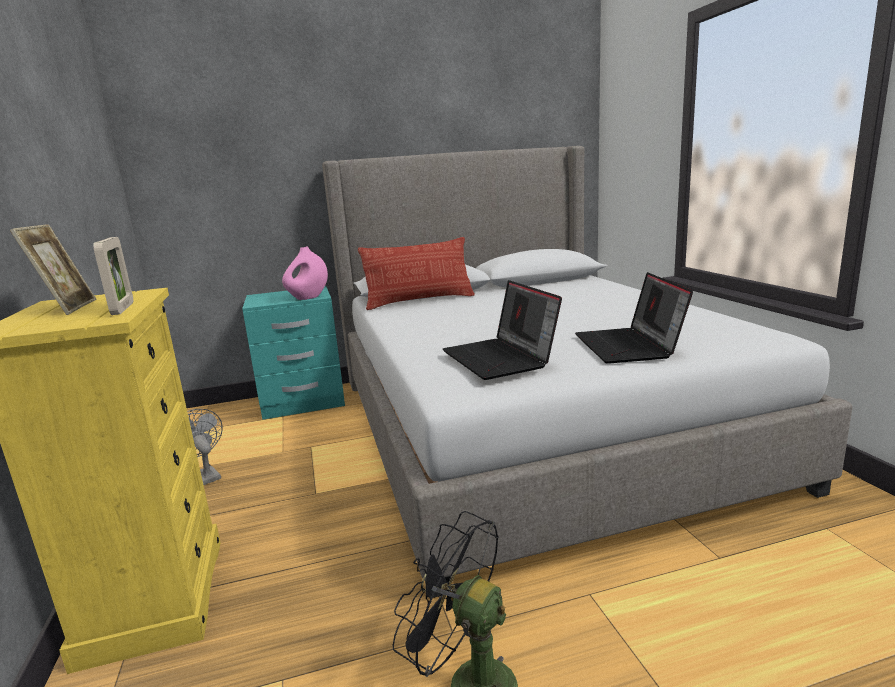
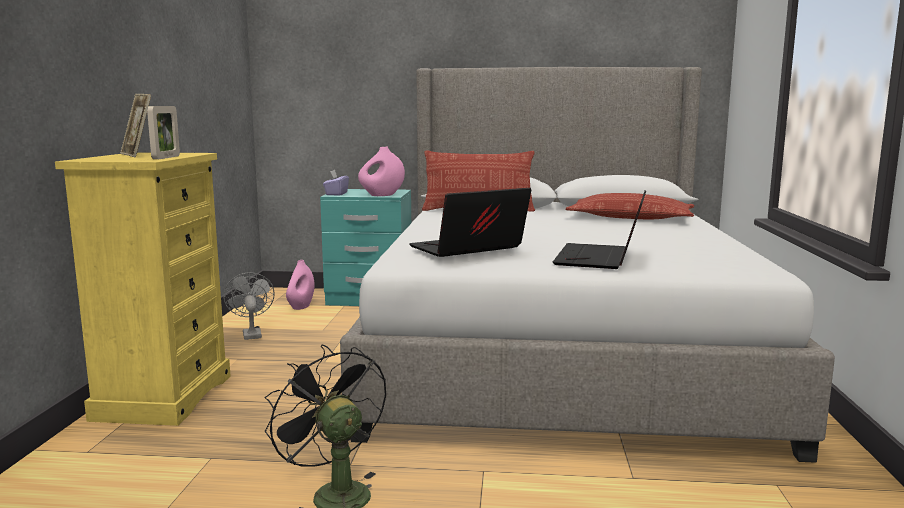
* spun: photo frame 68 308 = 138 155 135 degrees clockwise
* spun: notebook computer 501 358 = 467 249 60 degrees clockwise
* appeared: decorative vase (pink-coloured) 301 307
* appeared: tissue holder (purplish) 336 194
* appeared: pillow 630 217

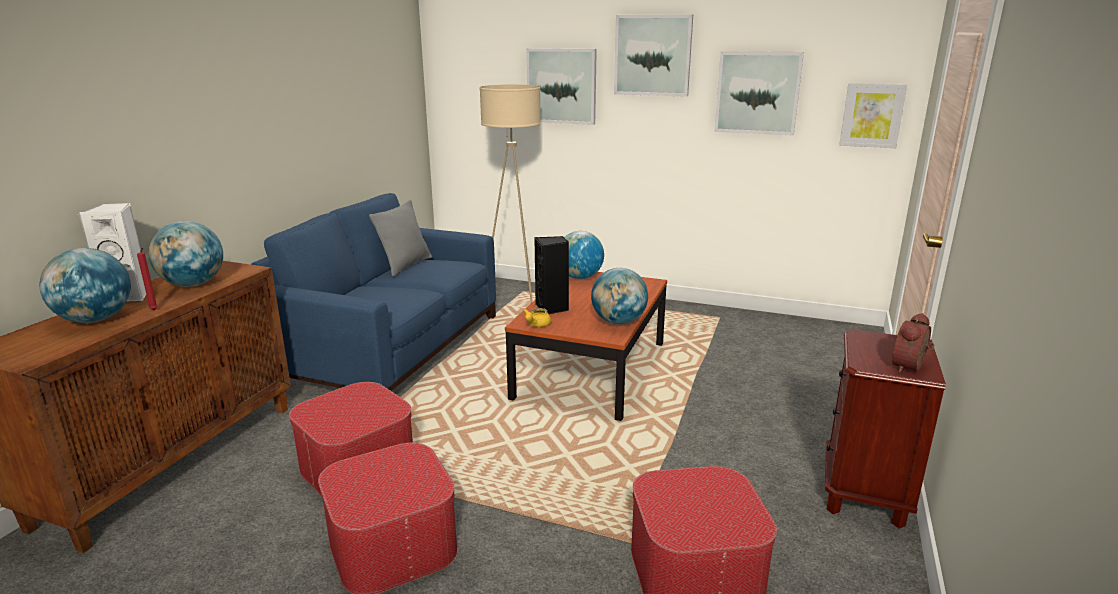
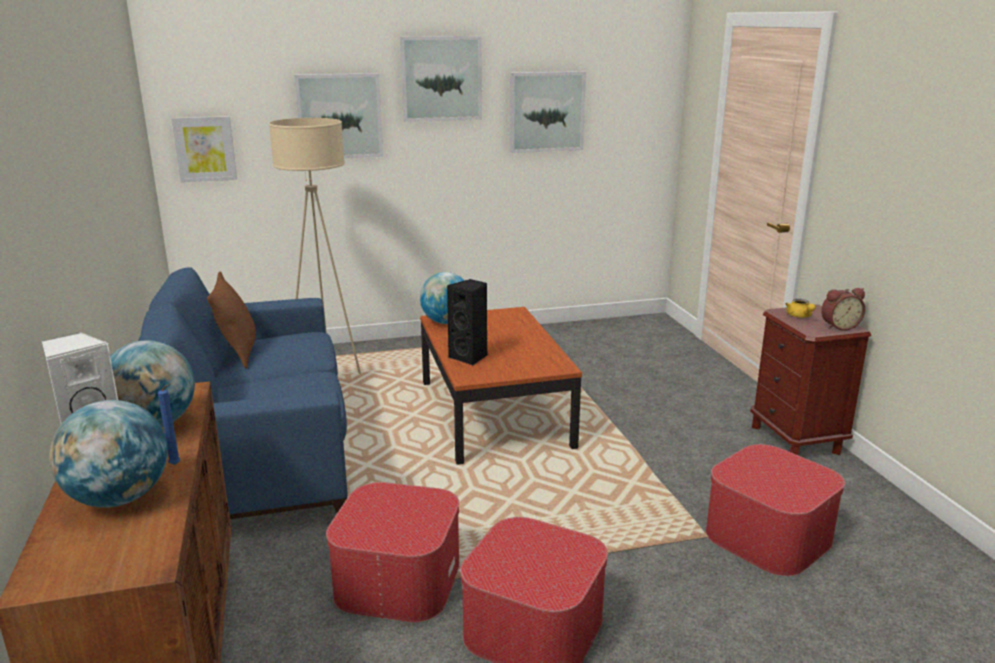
* colour: wax light (red-coloured) 154 310 to wax light (bluish) 177 465
* colour: pillow (greyish) 405 265 to pillow (brown-coloured) 238 353
* relocated: teapot (yellow) 536 325 to 800 316
* missing: world globe 618 322
* relocated: wall picture 872 115 to 205 149
* spun: table clock 910 367 = 838 326 105 degrees counterclockwise

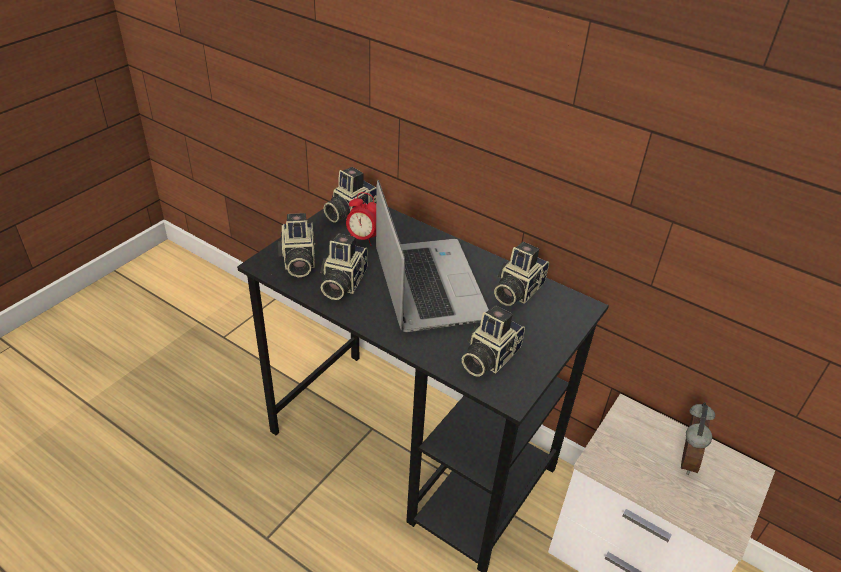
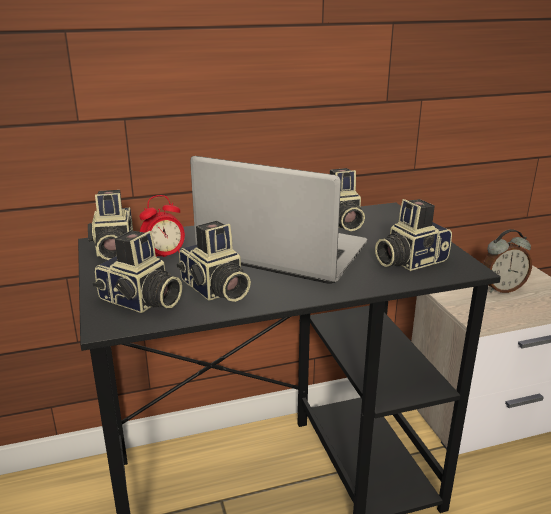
* spun: photo camera 488 357 = 408 261 75 degrees clockwise
* spun: table clock 684 459 = 501 289 105 degrees clockwise

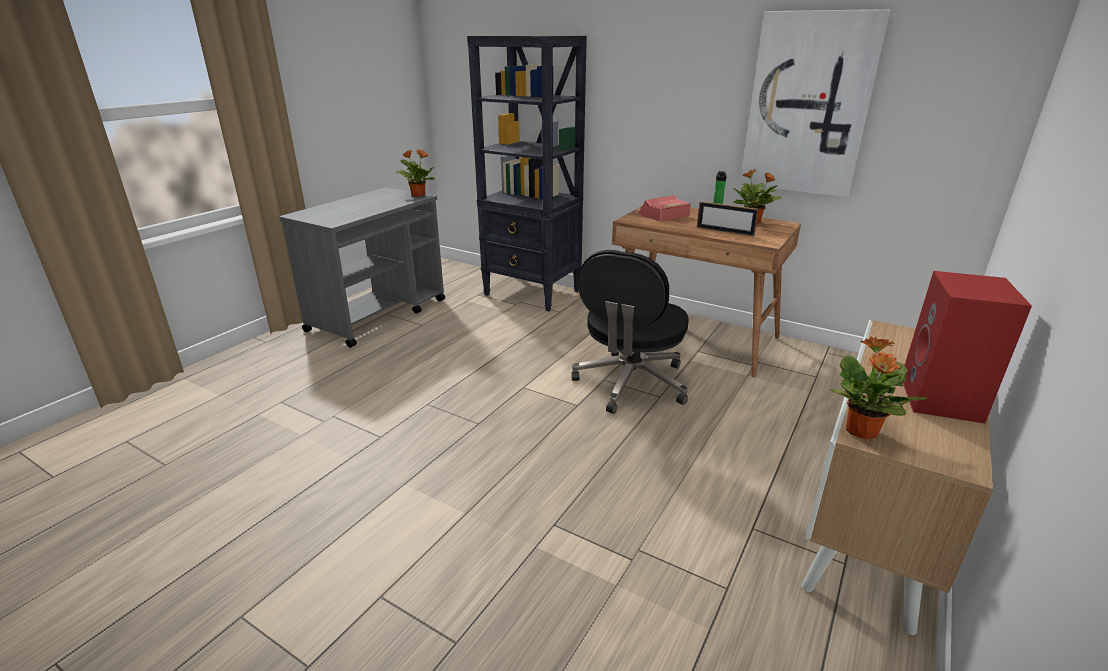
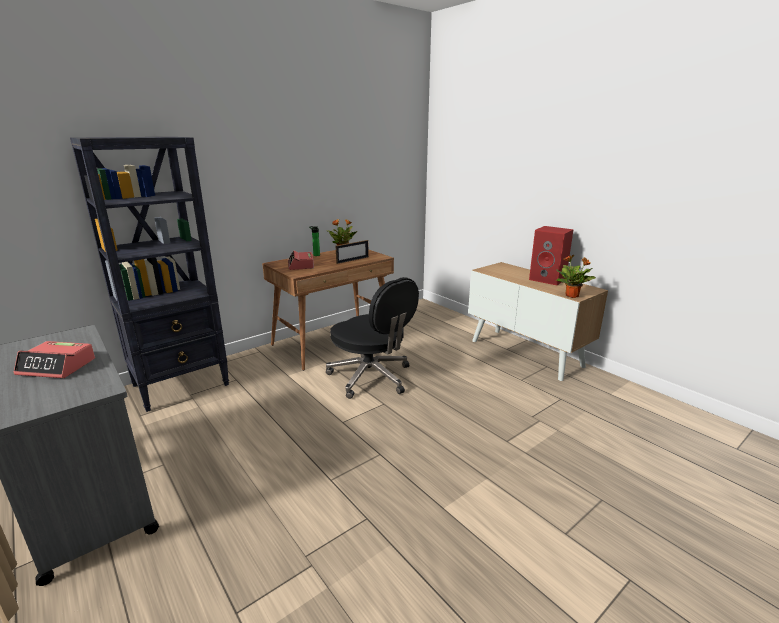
* missing: houseplant 418 195
* missing: wall picture 808 105
* appeared: table clock 57 367

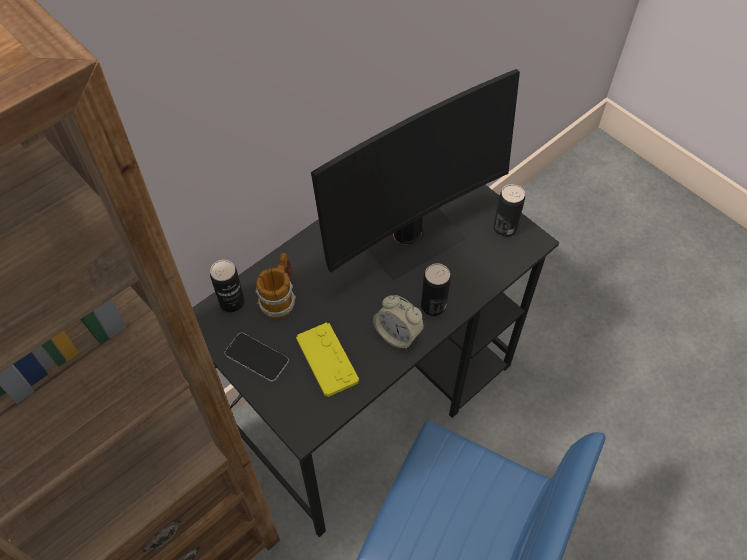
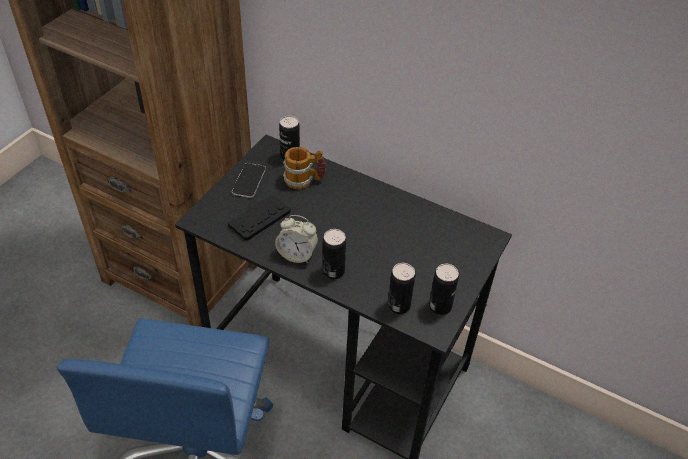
* colour: gamepad (yellow) 327 360 to gamepad (black) 259 218
* missing: computer display 409 237
* spun: table clock 398 334 = 297 254 90 degrees counterclockwise
* appeared: sealed can 398 305

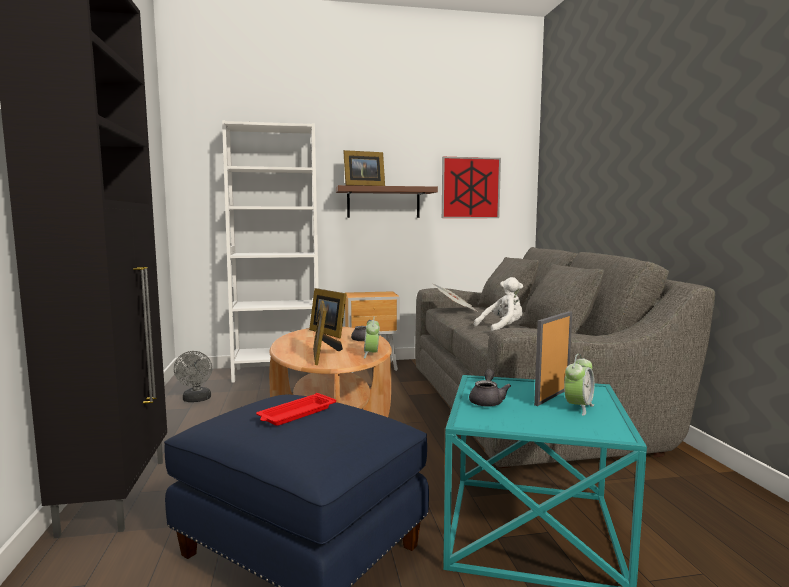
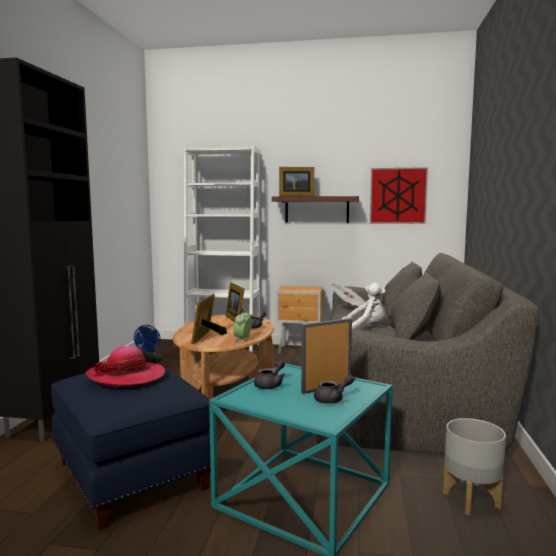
* colour: fan (greyish) 196 400 to fan (bluish) 150 362
* exchanged: carrying tray (red-coloured) 296 414 to clothing hat 126 376
* exchanged: table clock 578 407 to teapot (greyish) 333 399
* appeared: plant pot (greyish) 471 499

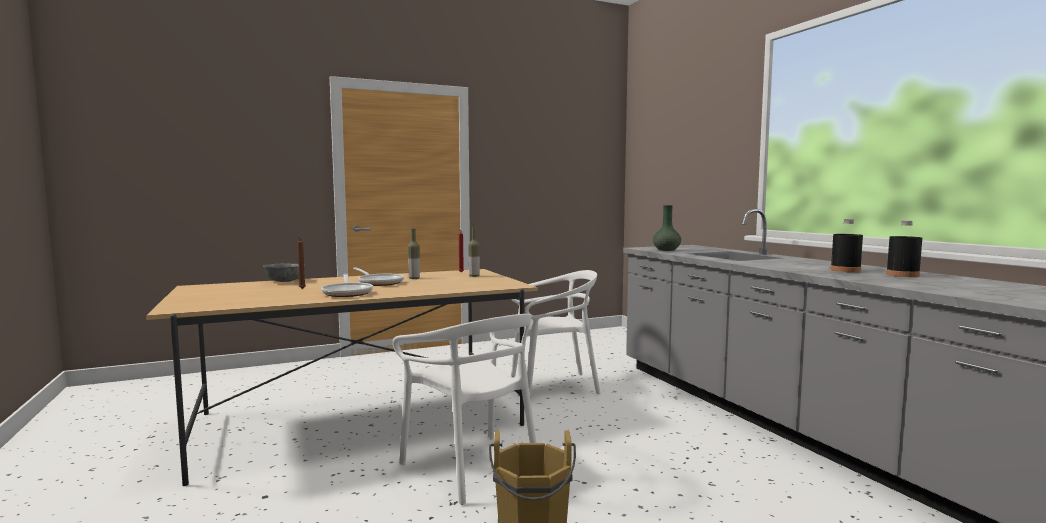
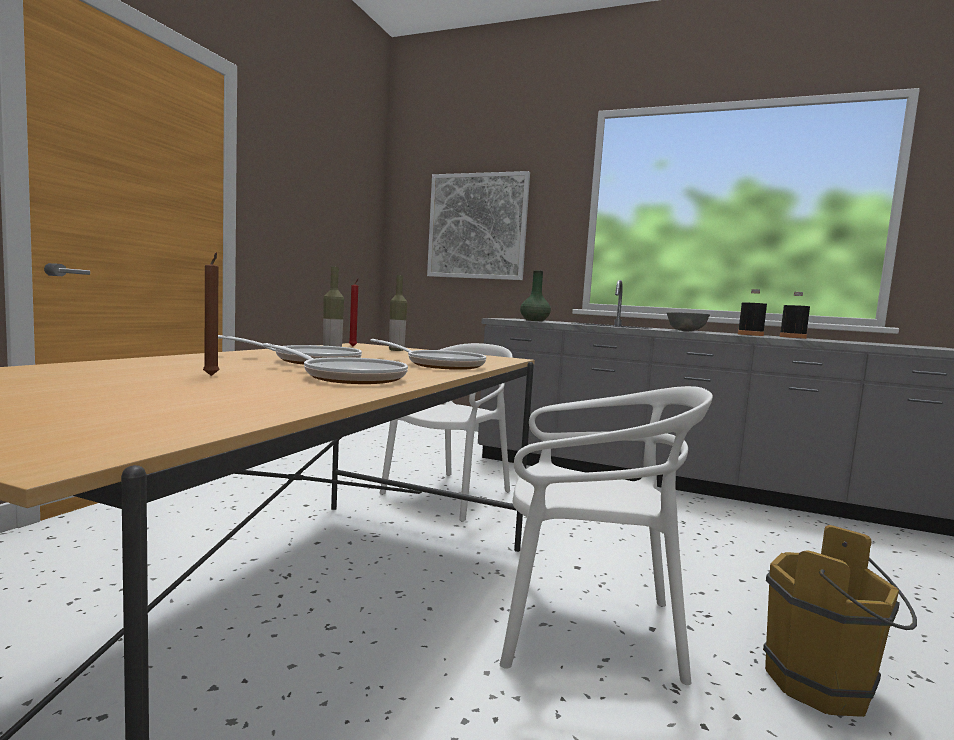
* relocated: deep dish (greyish) 285 281 to 685 331
* appeared: skillet 440 365
* appeared: wall picture 477 226

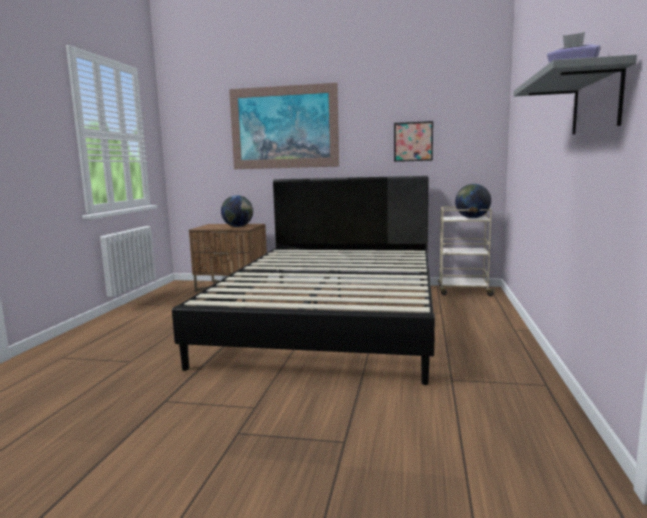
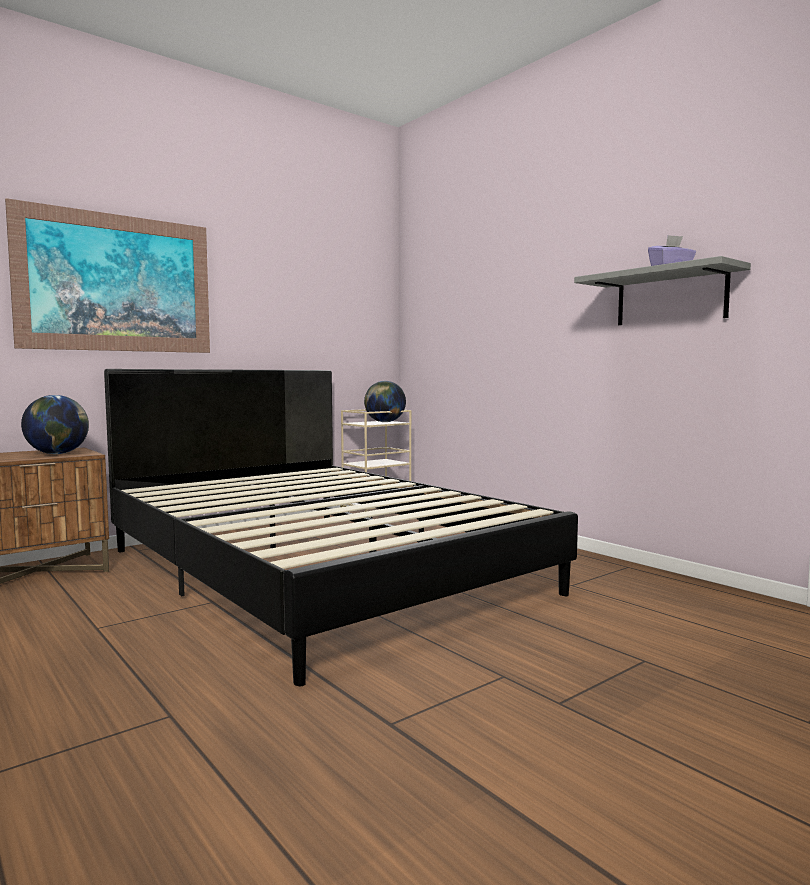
* missing: wall picture 413 141

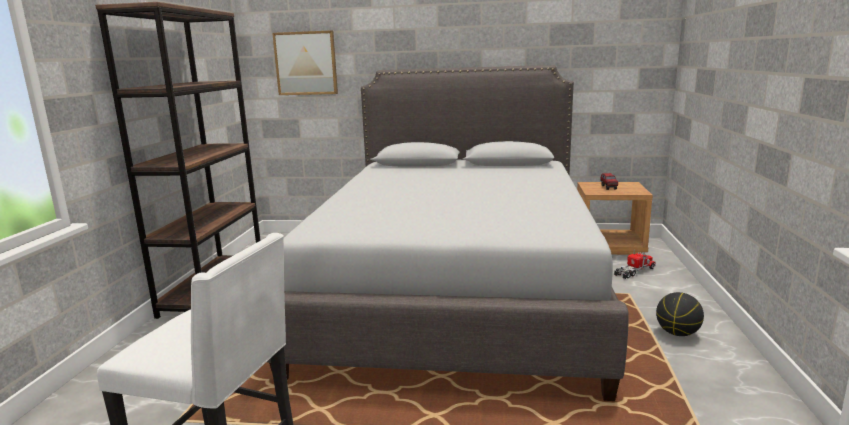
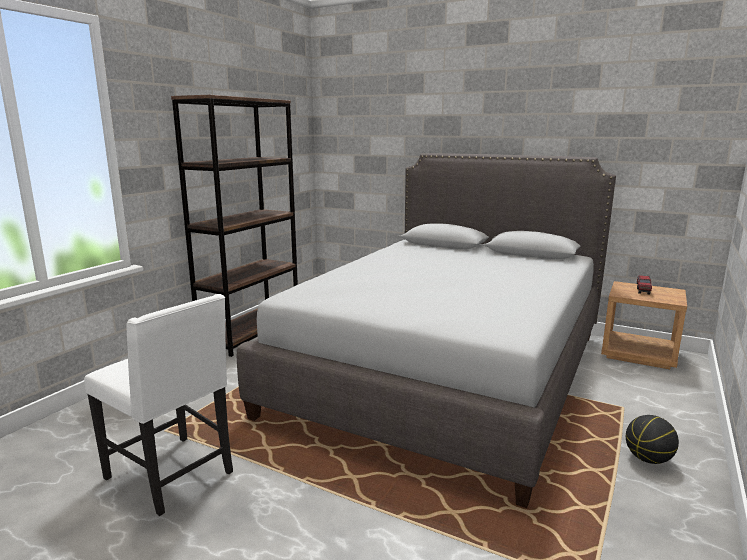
* missing: wall picture 306 63
* missing: toy lorry 634 271

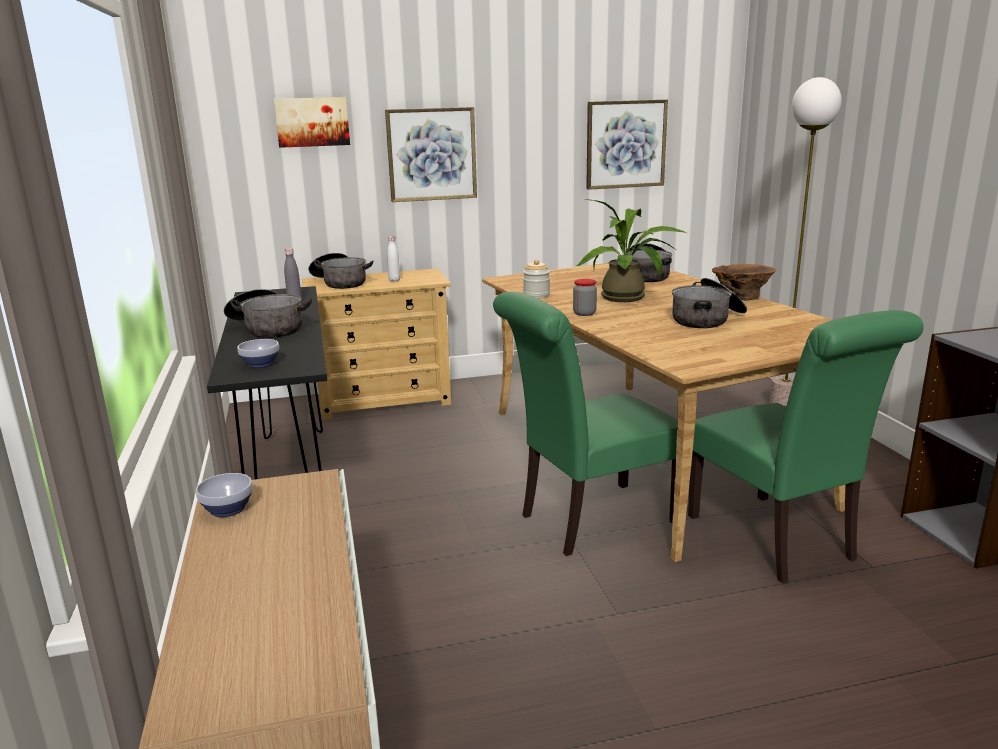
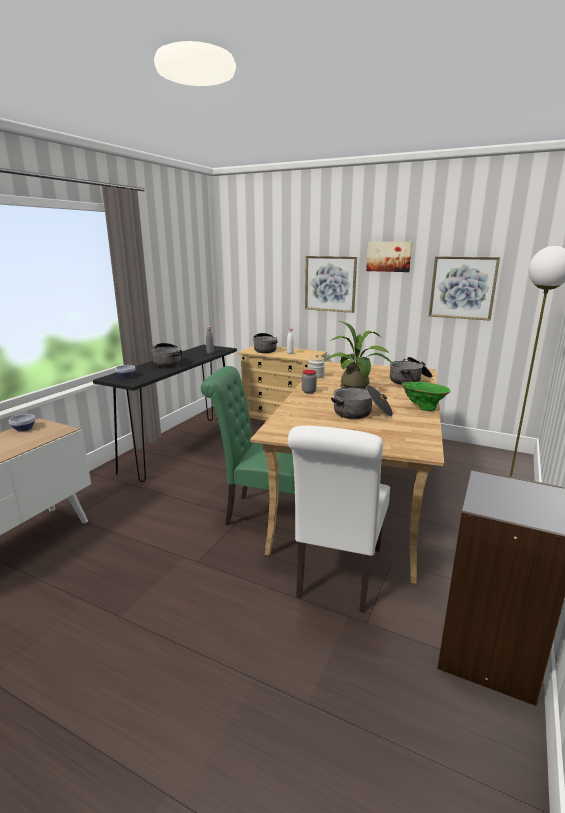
* relocated: wall picture 312 122 to 389 256
* colour: chair (greenish) 777 541 to chair (whitish) 337 575
* colour: decorative vase (brown-coloured) 740 298 to decorative vase (greenish) 423 407

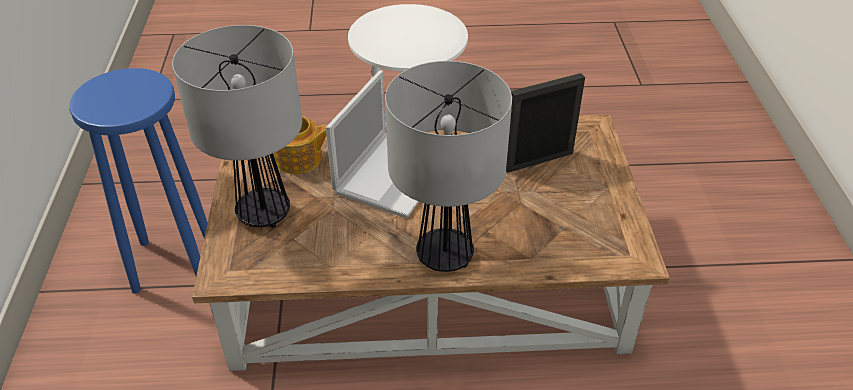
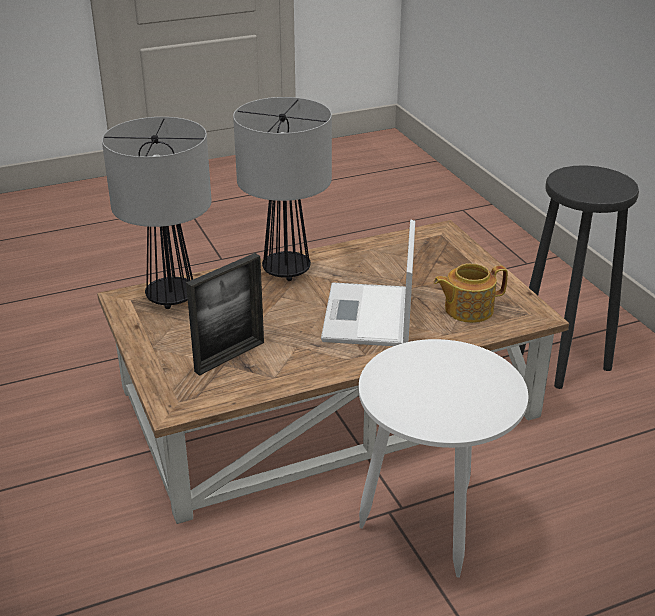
* colour: stool (bluish) 173 261 to stool (black) 563 362
* relocated: table lamp 263 214 to 172 297

